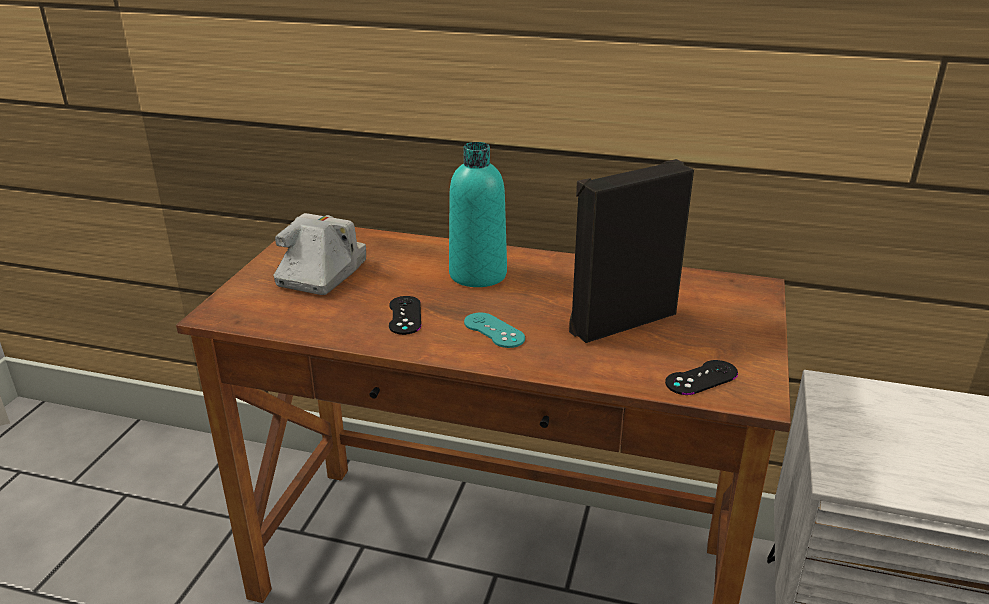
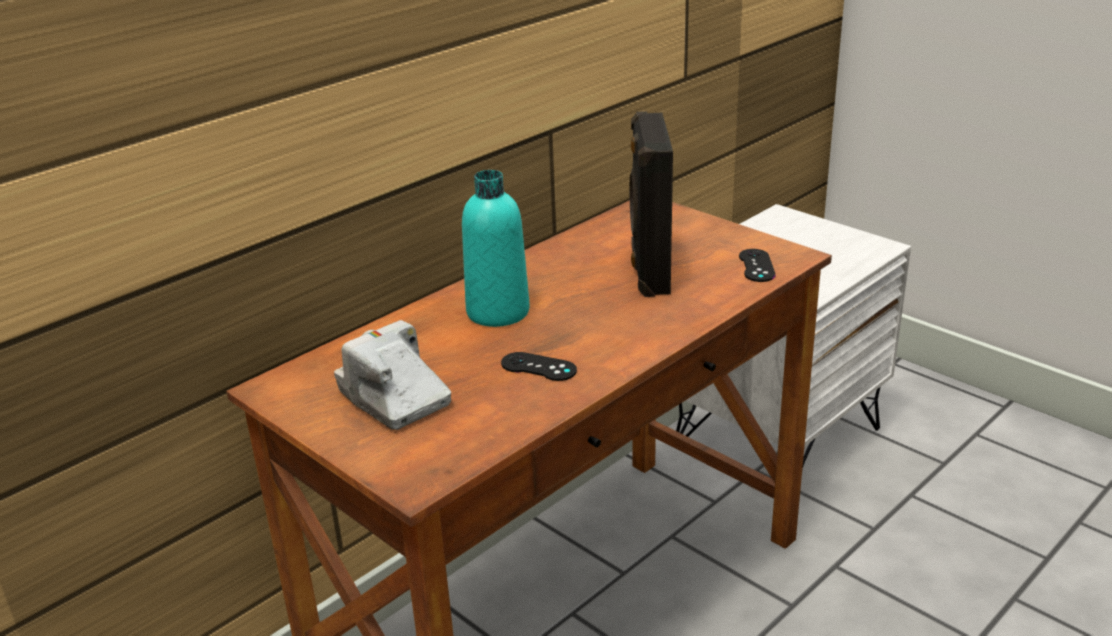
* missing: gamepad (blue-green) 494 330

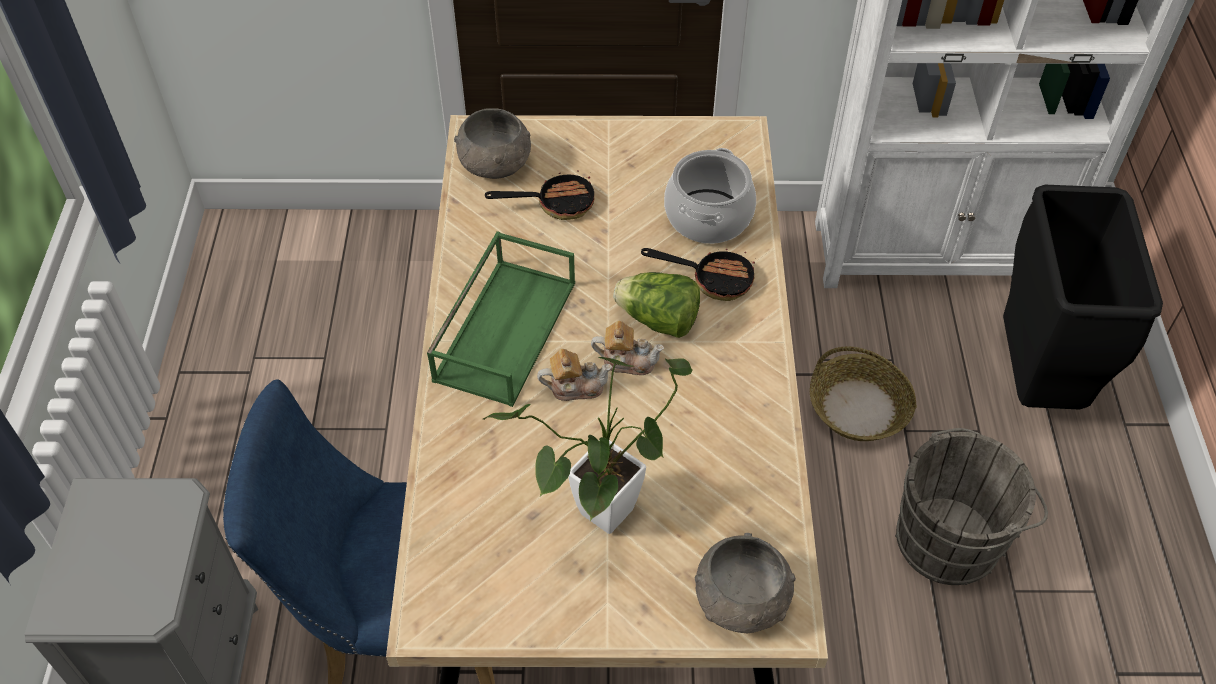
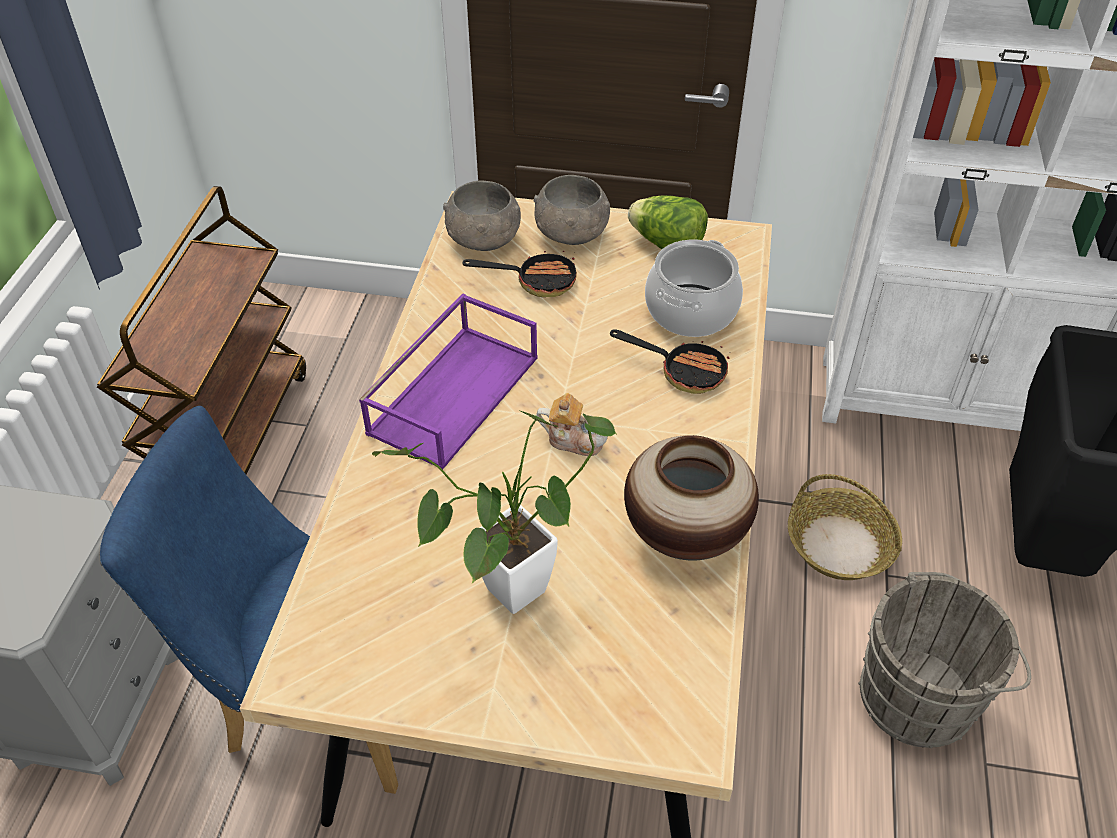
* colour: carrying tray (greenish) 504 329 to carrying tray (purplish) 453 393
* missing: teapot 575 386
* relocated: lettuce 658 321 to 667 245
* relocated: deep dish (greyish) 741 602 to 571 234
* appeared: trolley (brown-coloured) 231 438
* appeared: decorative vase 685 534

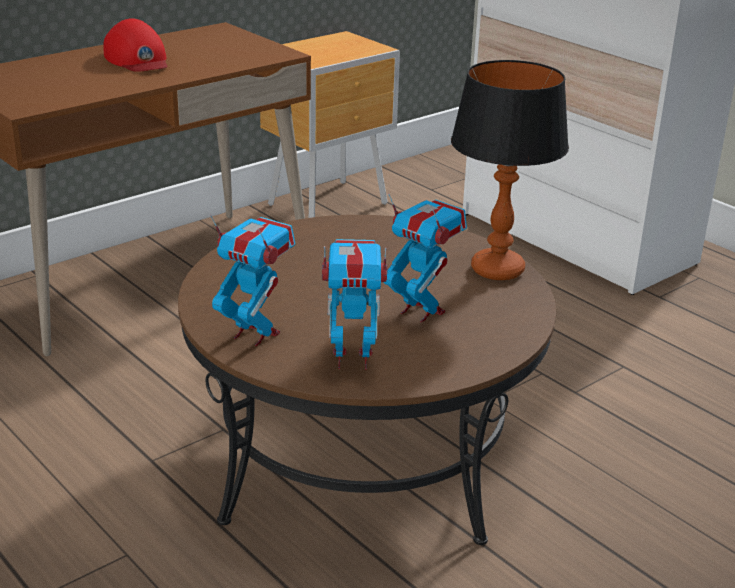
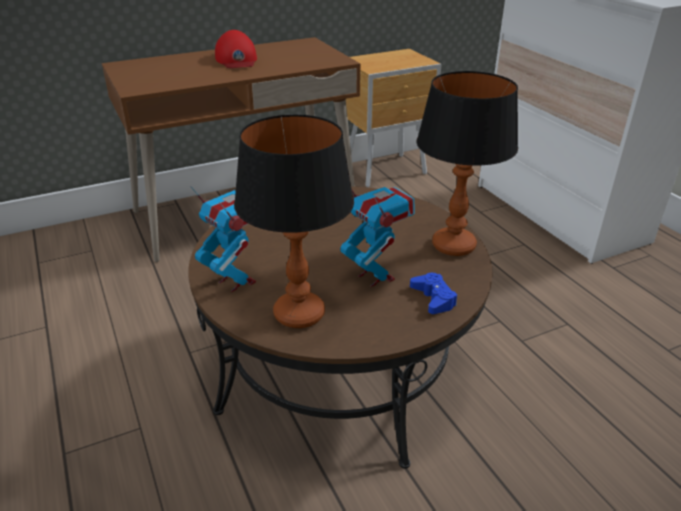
* exchanged: model robot 352 359 to table lamp 300 314
* appeared: gamepad (bluish) 433 298

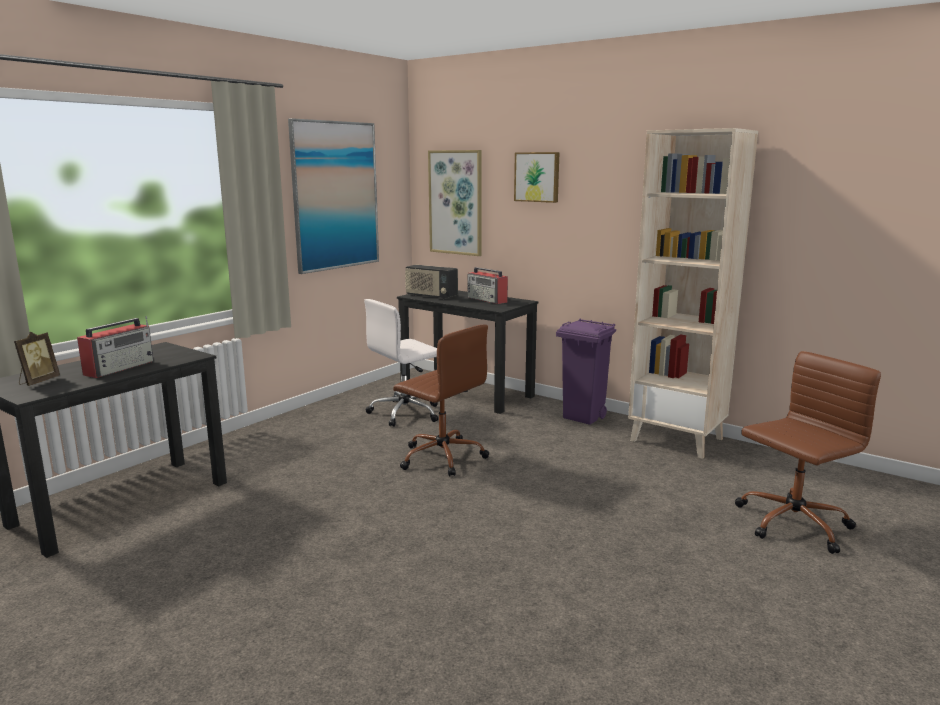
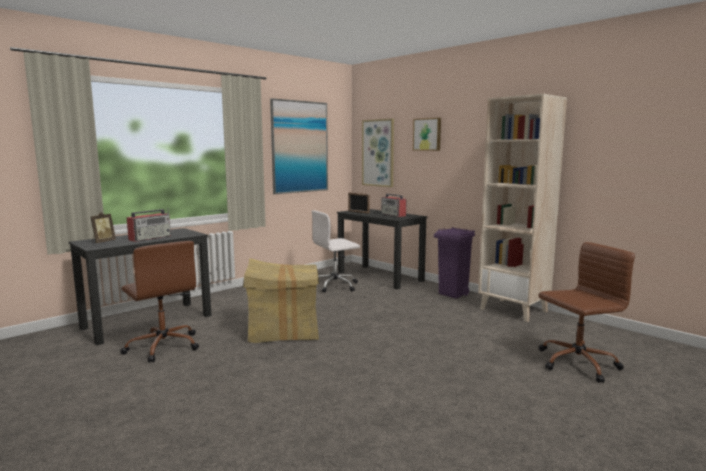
* relocated: computer chair (brown-coloured) 441 457 to 163 346
* exchanged: radio 431 296 to photo frame 358 212
* appeared: cardboard box 283 330

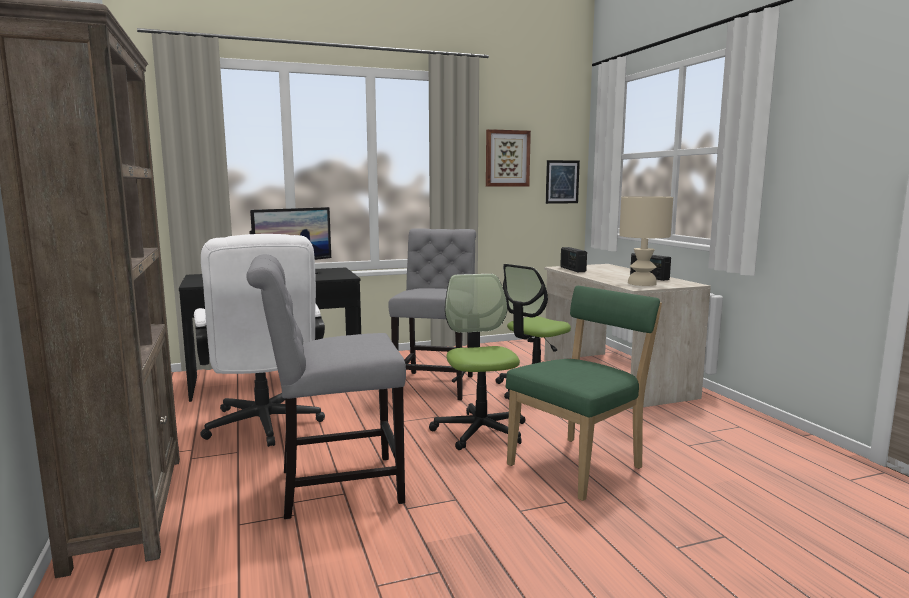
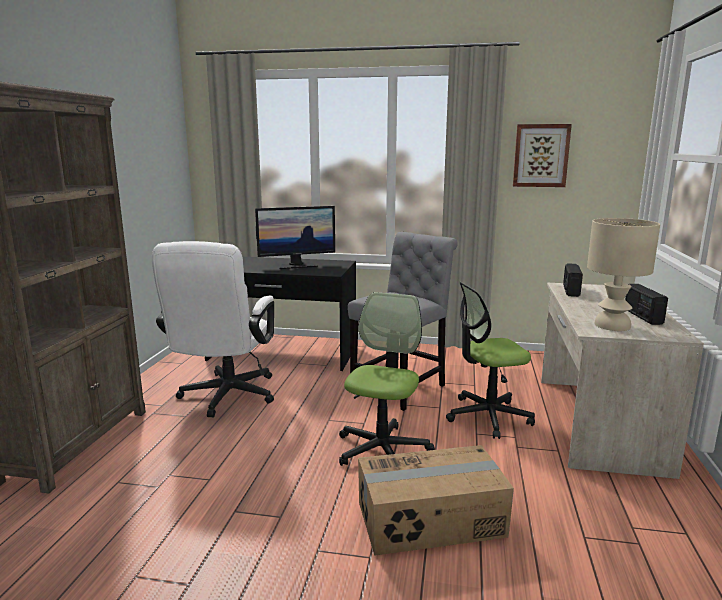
* missing: chair (greyish) 332 487
* exchanged: chair (greenish) 579 465 to cardboard box 431 520
* missing: wall picture 562 182

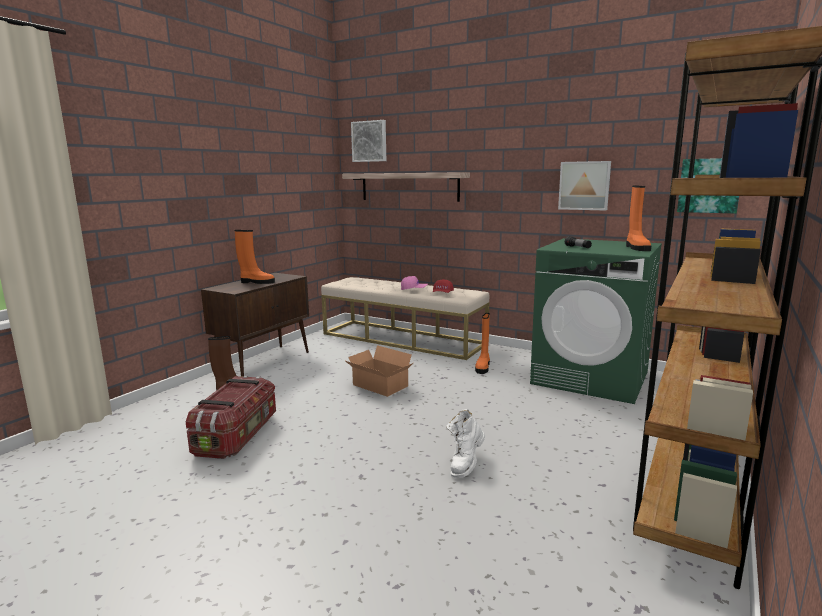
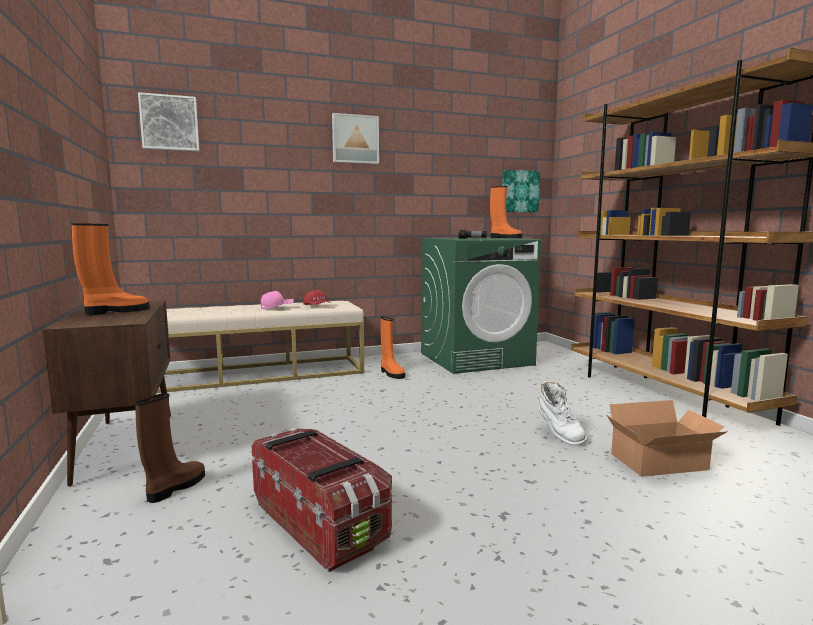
* missing: wall shelf 409 187
* relocated: cardboard box 379 386 to 662 463
* relocated: wall picture 584 185 to 355 139

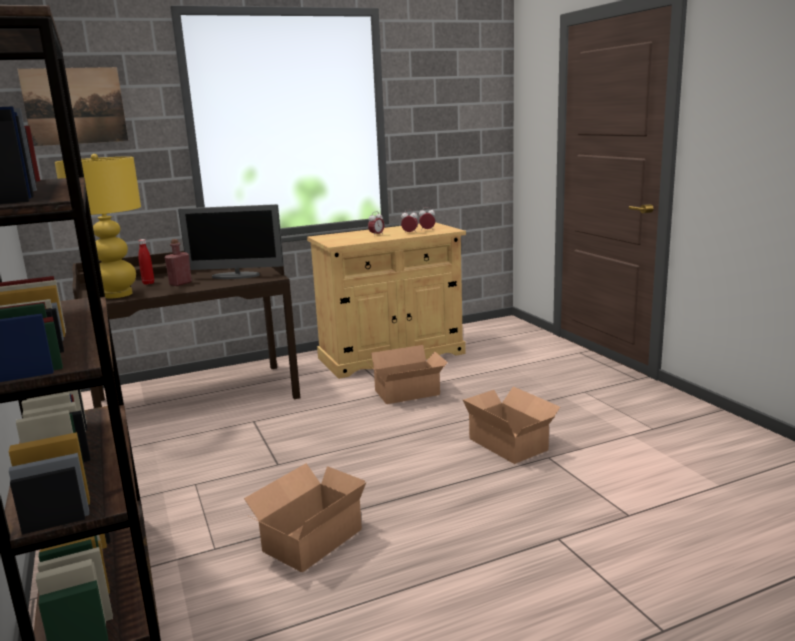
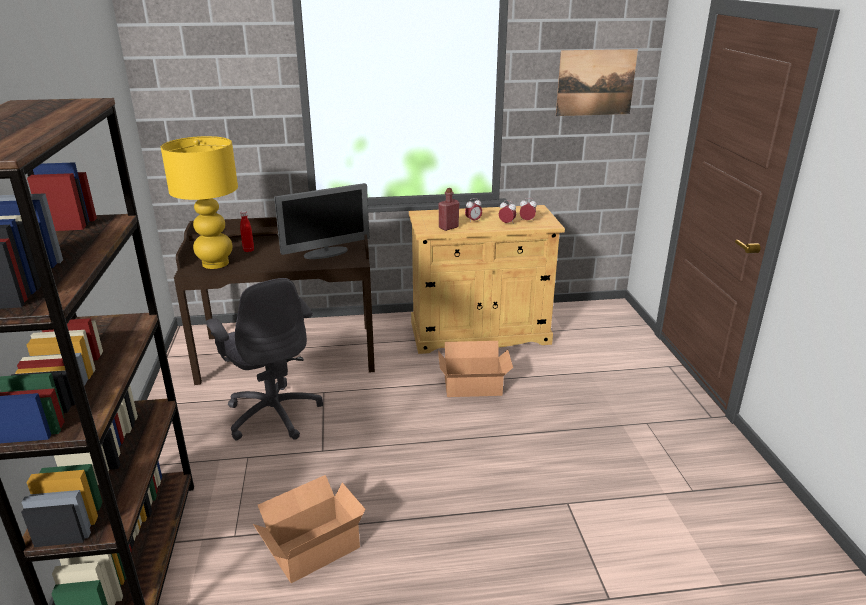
* relocated: wall picture 75 106 to 595 82
* relocated: bottle (red-coloured) 180 283 to 448 227
* spun: computer display 236 276 = 326 253 45 degrees counterclockwise
* missing: cardboard box 509 443
* appeared: computer chair (greyish) 273 413

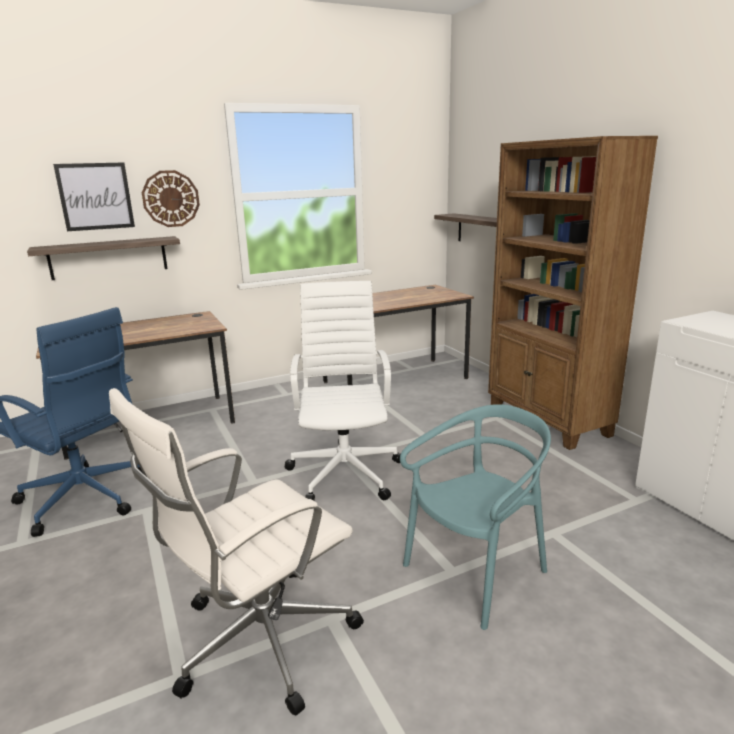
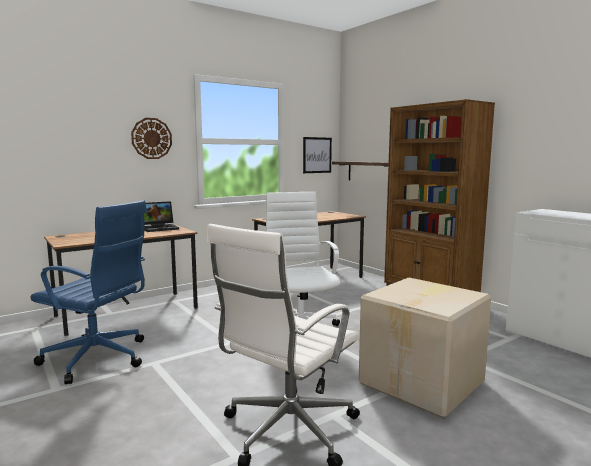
* missing: wall shelf 108 258
* relocated: wall picture 95 196 to 317 155
* exchanged: chair (blue-green) 476 572 to cardboard box 423 382
* appeared: notebook computer 160 228

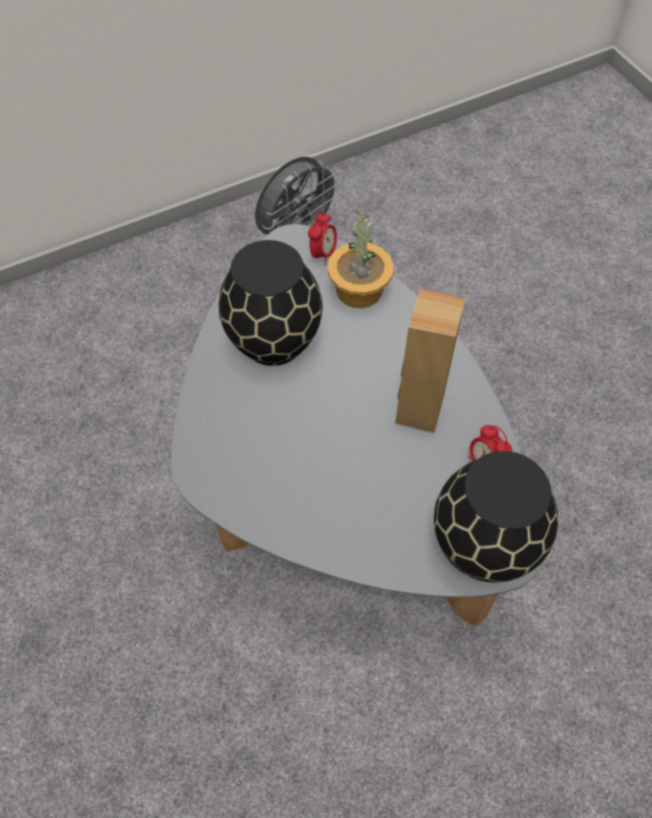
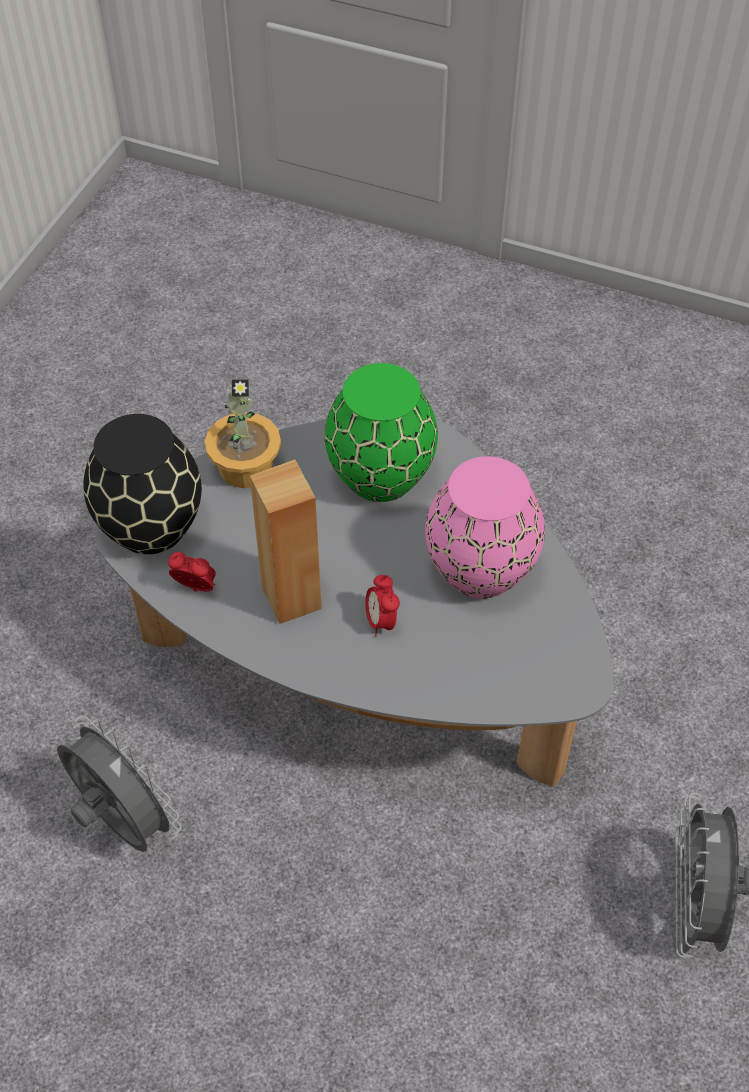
* colour: decorative vase (black) 272 342 to decorative vase (pink-coloured) 480 568
* relocated: table clock 323 254 to 381 621
* relocated: houseplant 358 291 to 245 466
* appeared: fan (greyish) 123 823
* appeared: decorative vase (greenish) 379 477

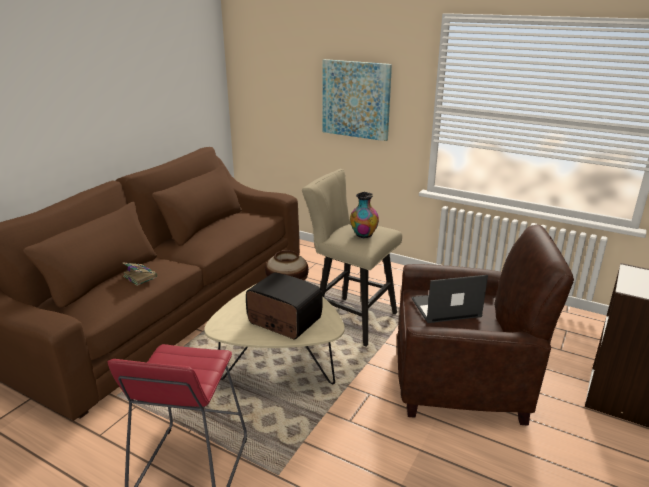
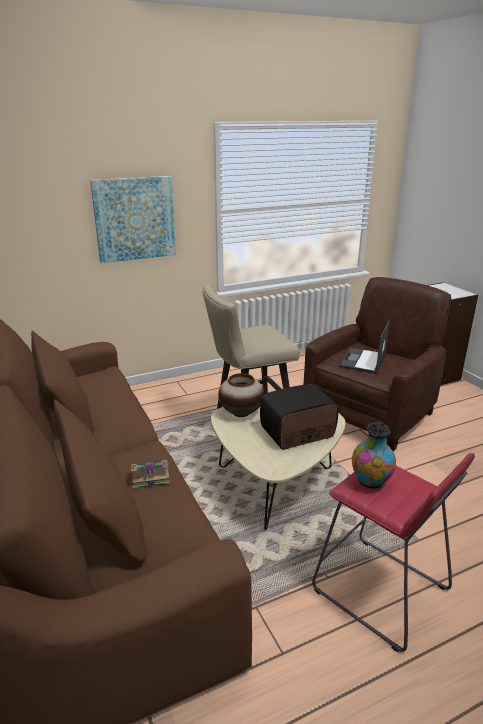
* relocated: decorative vase 363 235 to 370 482

